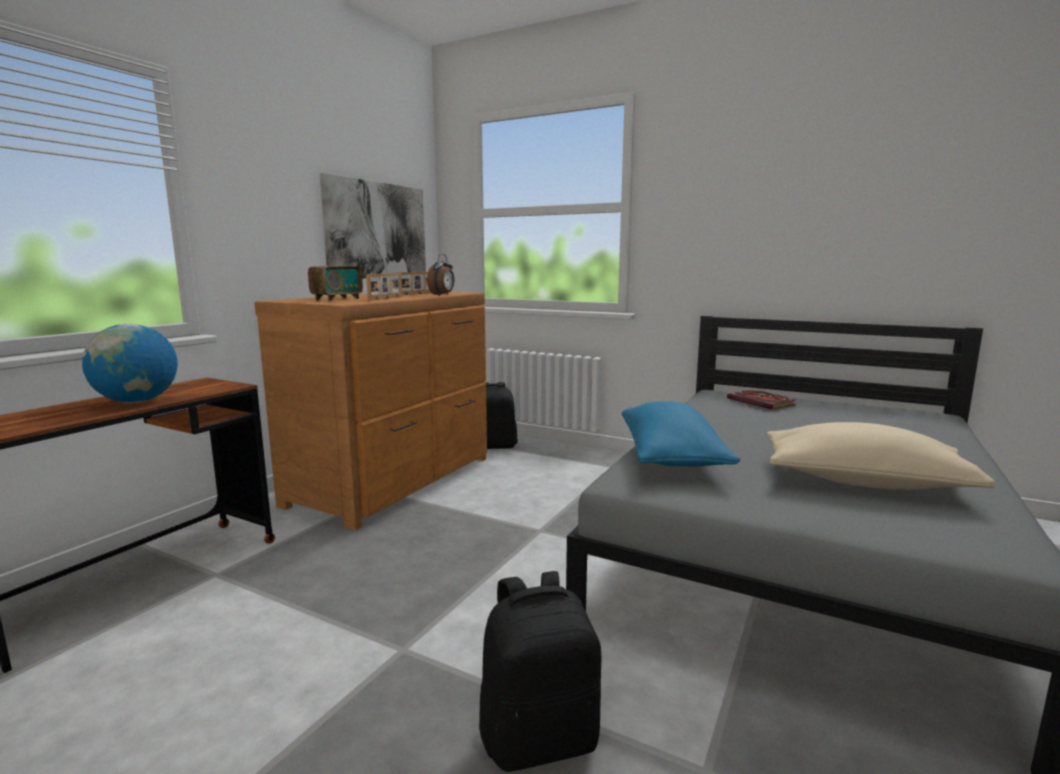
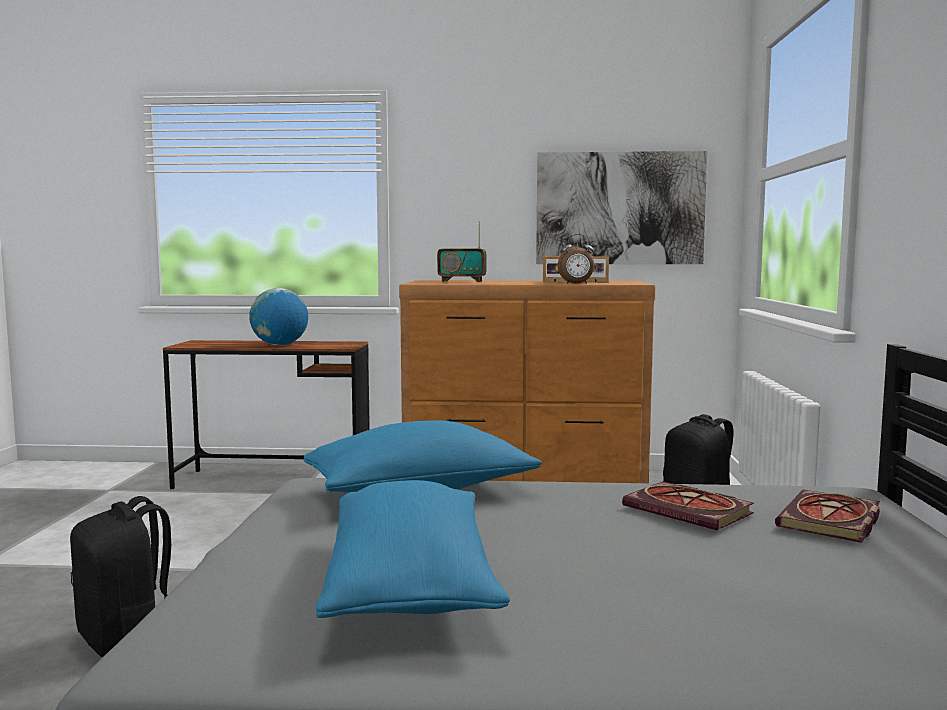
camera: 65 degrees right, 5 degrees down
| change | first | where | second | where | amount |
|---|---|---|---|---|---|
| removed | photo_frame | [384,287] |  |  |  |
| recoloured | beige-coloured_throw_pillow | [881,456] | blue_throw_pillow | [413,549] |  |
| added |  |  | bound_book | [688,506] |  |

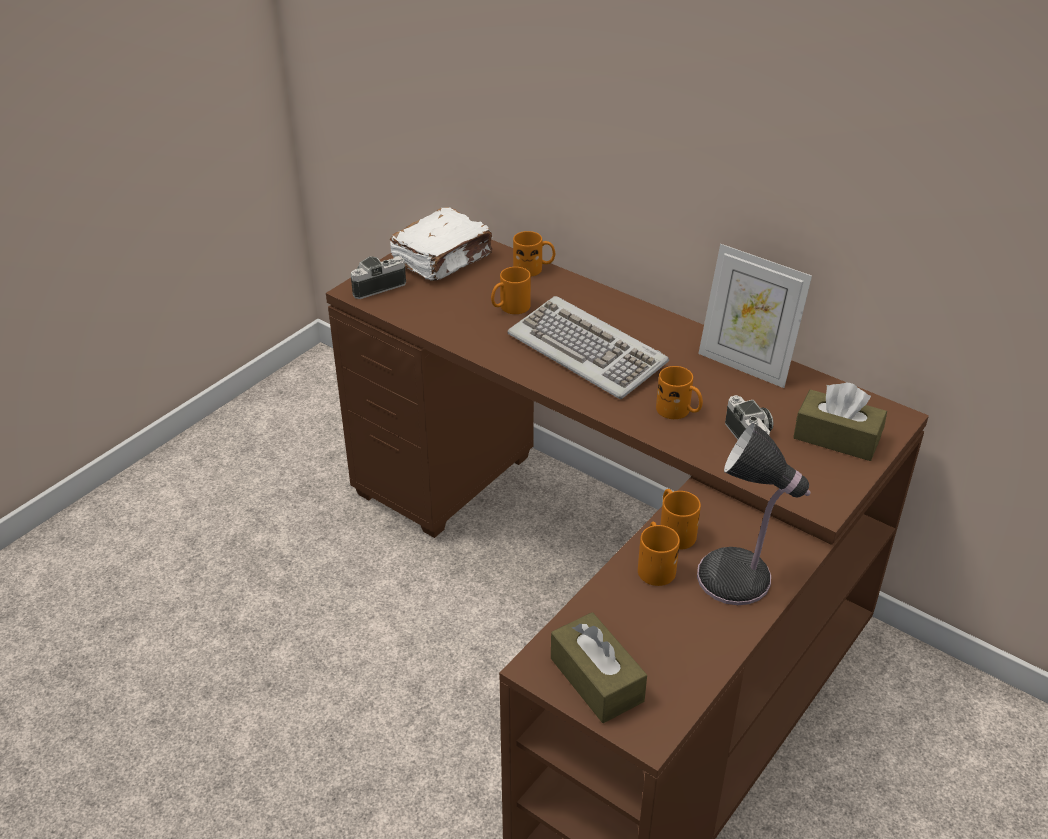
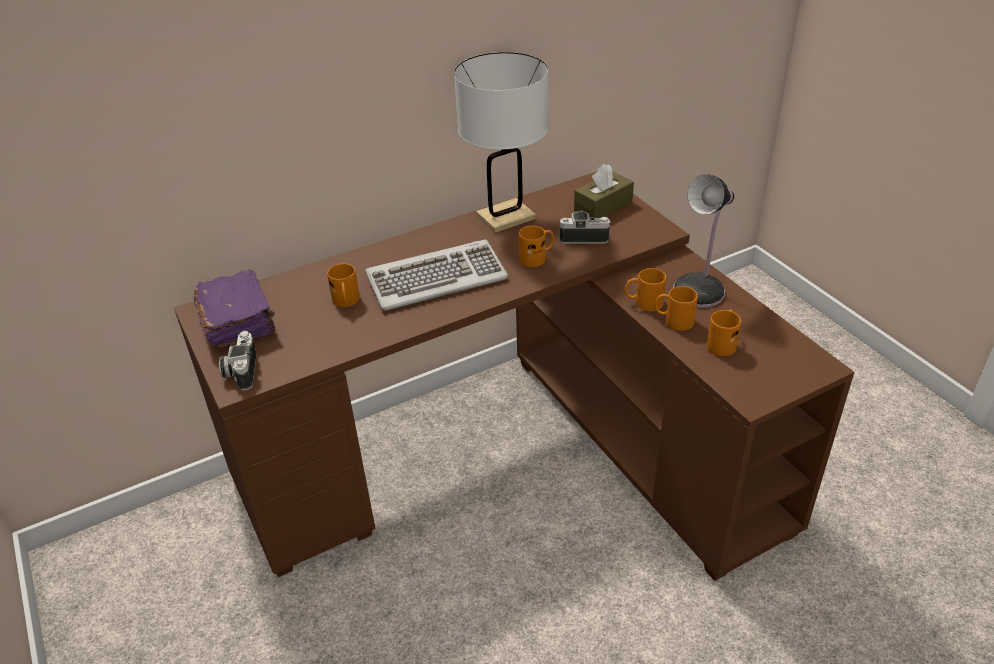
camera: 65 degrees left, 0 degrees up
| change | first | where | second | where | amount |
|---|---|---|---|---|---|
| recoloured | whitish_bound_book | [441,244] | purple-coloured_bound_book | [234,309] |  |
| moved | orange_coffee_mug | [534,254] |  | [724,333] |  |
| removed | brown-coloured_tissue_holder | [599,667] |  |  |  |
| replaced | photo_frame | [755,316] | whitish_tabletop_lamp | [501,142] |  |

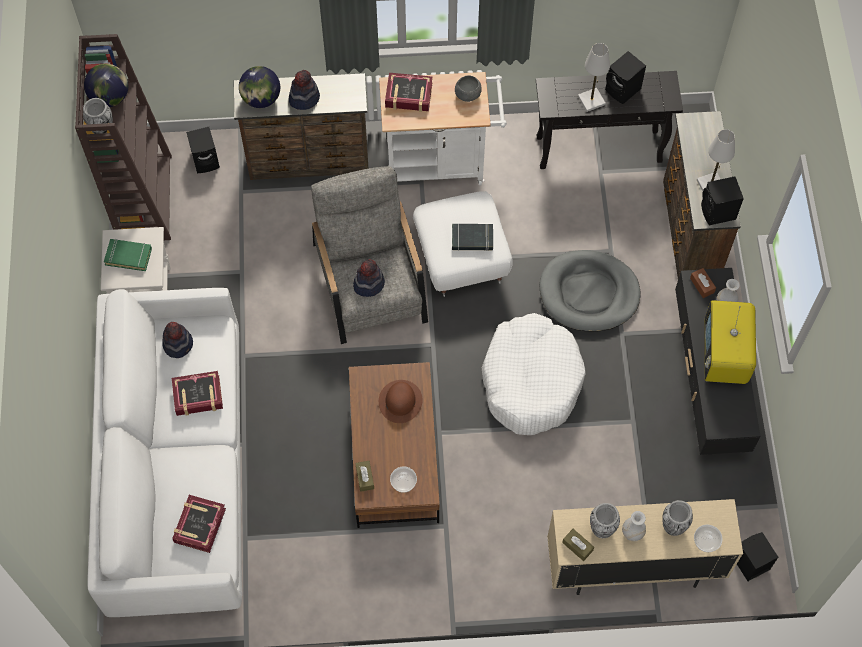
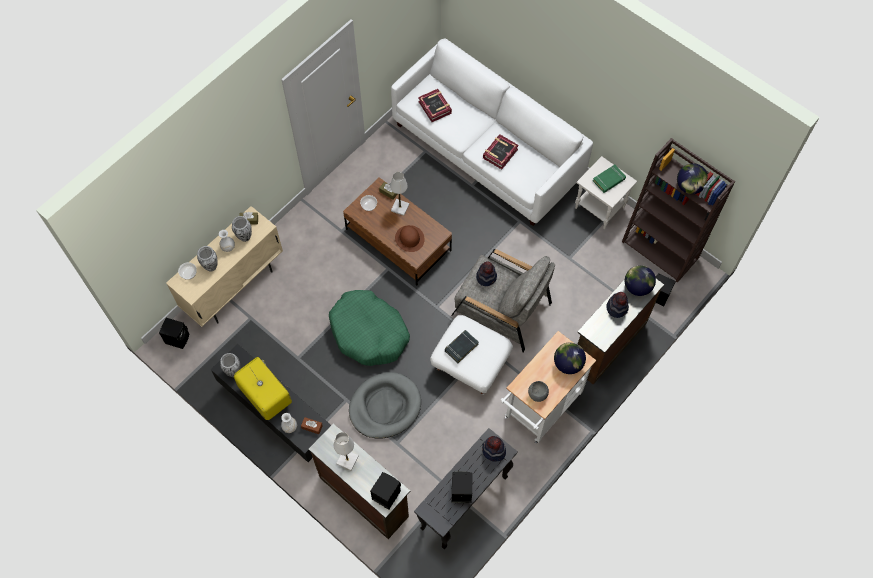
camera: 135 degrees right, 0 degrees up
| change | first | where | second | where | amount |
|---|---|---|---|---|---|
| moved | flower_vase | [98,116] |  | [230,365] |  |
| moved | clothing_hat | [178,340] |  | [494,449] |  |
| replaced | bound_book | [408,92] | world_globe | [570,358] |  |
| recoloured | whitish_pet_bed | [533,374] | green-coloured_pet_bed | [369,328] |  |
| moved | whitish_tabletop_lamp | [594,77] |  | [399,194] |  |
| moved | blackish_loudspeaker | [722,200] |  | [385,491] |  |

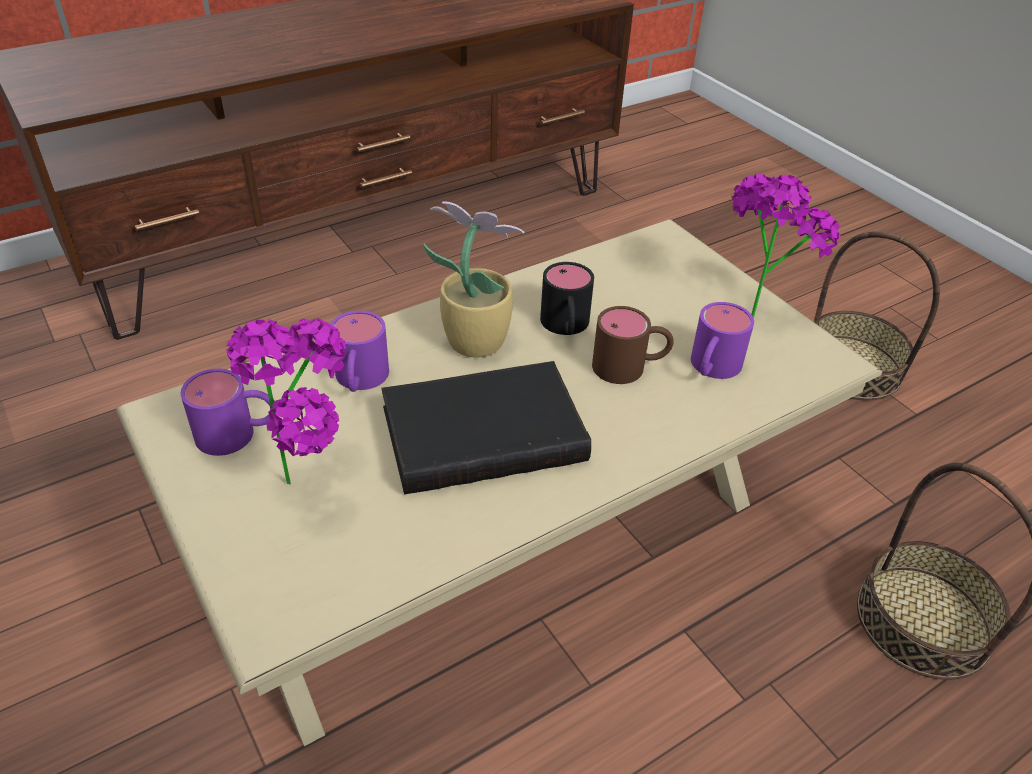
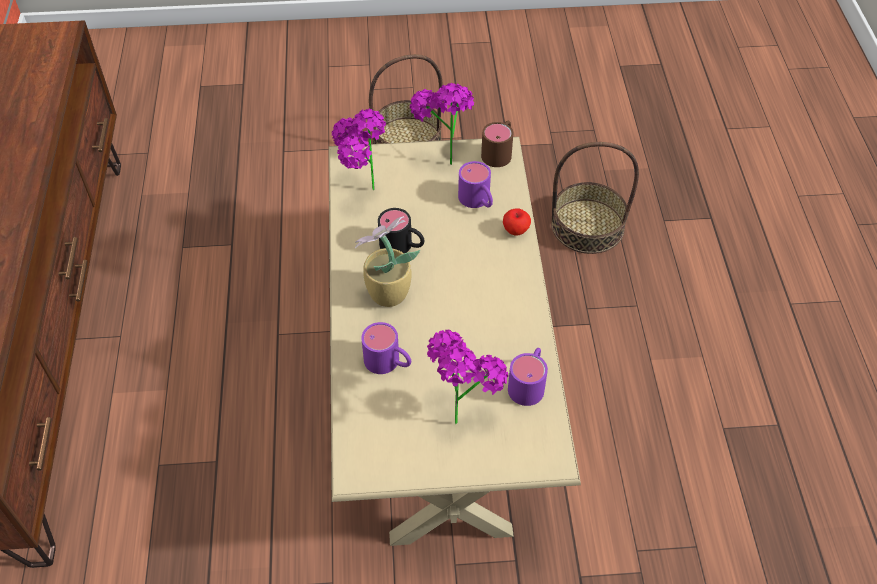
camera: 60 degrees left, 10 degrees up
| change | first | where | second | where | amount |
|---|---|---|---|---|---|
| moved | purple-coloured_coffee_mug | [228,412] |  | [528,377] |  |
| removed | blackish_bound_book | [486,428] |  |  |  |
| moved | brown-coloured_coffee_mug | [632,345] |  | [497,144] |  |
| added |  |  | houseplant | [359,149] |  |
| added |  |  | apple | [517,222] |  |

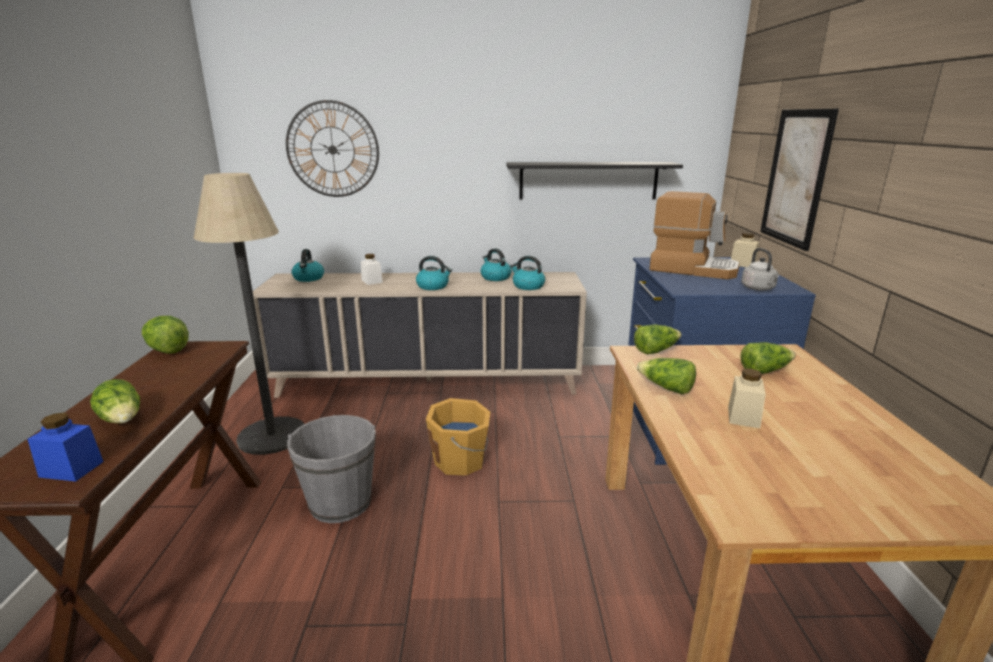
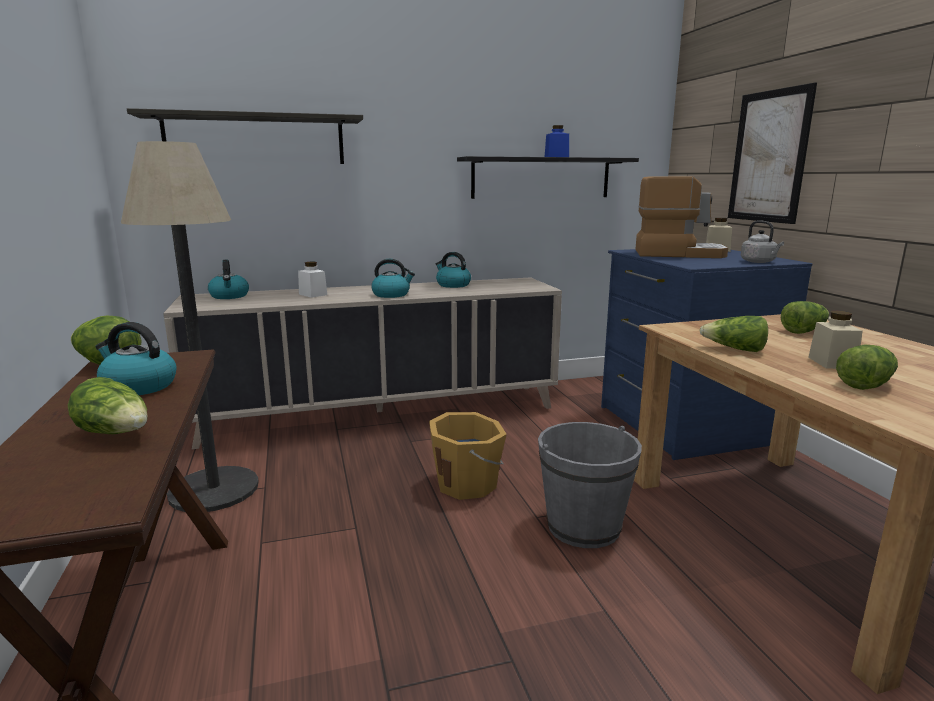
camera: 15 degrees left, 5 degrees down
| change | first | where | second | where | amount |
|---|---|---|---|---|---|
| moved | blue_preserve_jar | [66,447] |  | [557,141] |  |
| replaced | clock_on_the_wall | [332,148] | wall_shelf | [245,136] |  |
| moved | gray_bucket | [331,469] |  | [590,485] |  |
| moved | water_kettle | [527,273] |  | [136,358] |  |
| moved | lettuce_head | [658,339] |  | [867,367] |  |

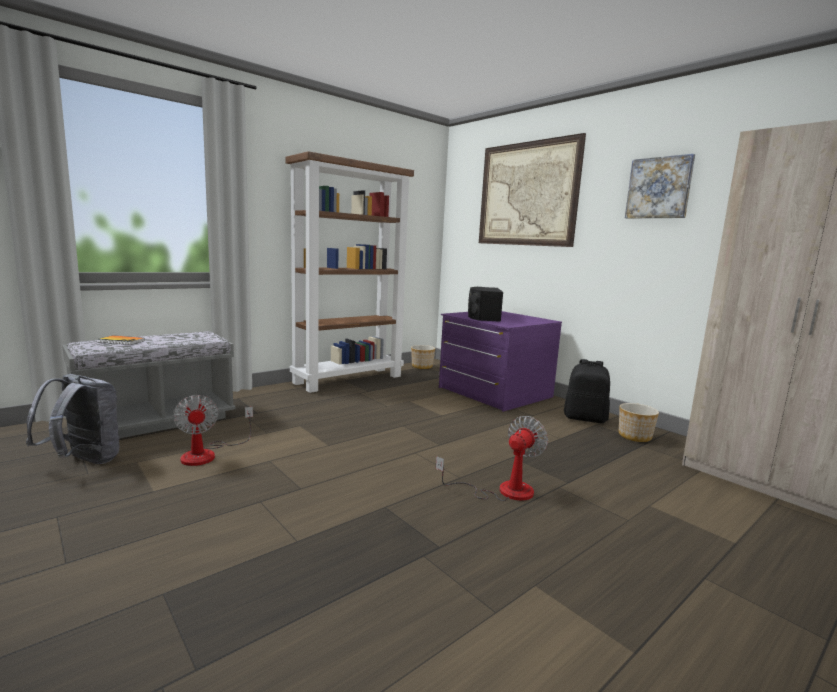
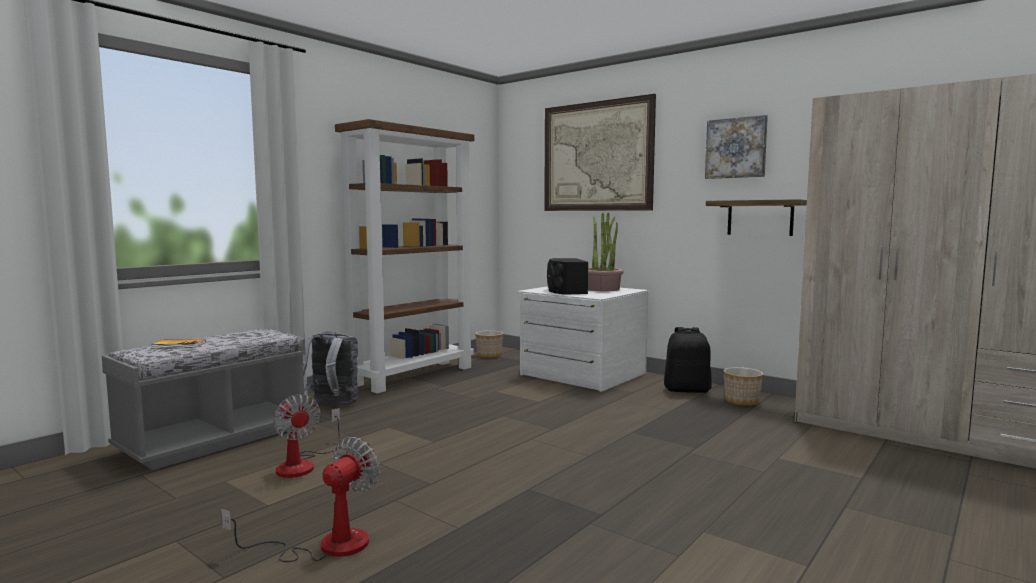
camera: 10 degrees left, 5 degrees down
| change | first | where | second | where | amount |
|---|---|---|---|---|---|
| moved | gray_backpack | [73,419] |  | [330,369] |  |
| moved | electric_fan | [492,458] |  | [300,499] |  |
| recoloured | purple-coloured_chest_of_drawers | [500,361] | whitish_chest_of_drawers | [583,339] |  |
| added |  |  | houseplant | [606,251] |  |
| added |  |  | wall_shelf | [756,217] |  |

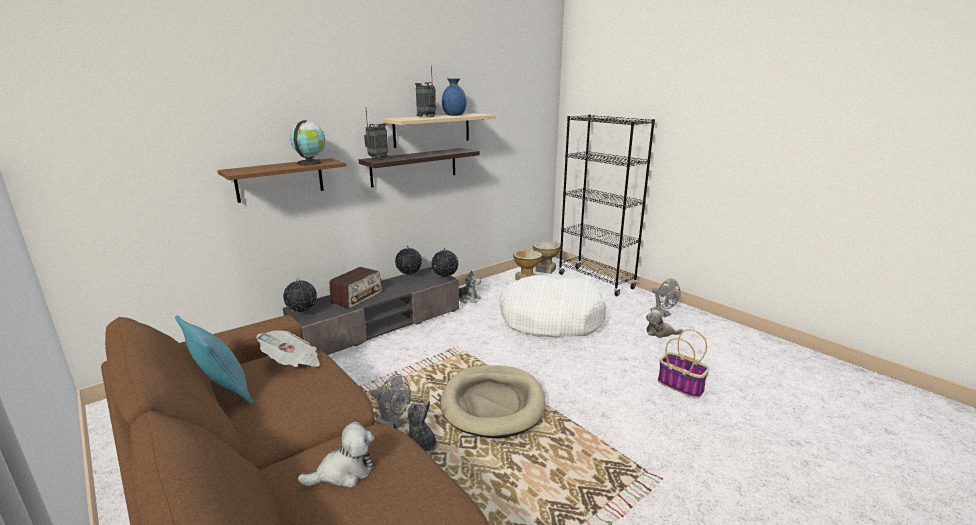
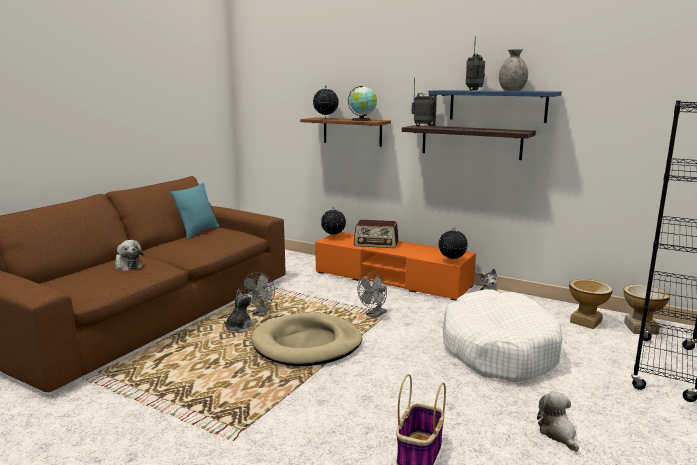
camera: 70 degrees right, 5 degrees down
| change | first | where | second | where | amount |
|---|---|---|---|---|---|
| removed | printed_paper | [288,348] |  |  |  |
| recoloured | gray_tv_unit | [371,311] | orange_tv_unit | [395,266] |  |
| recoloured | beige-coloured_wall_shelf | [439,130] | blue_wall_shelf | [495,106] |  |
| moved | world_globe | [408,261] |  | [326,102] |  |
| recoloured | blue_flower_vase | [454,97] | gray_flower_vase | [513,70] |  |
| moved | gray_electric_fan | [665,298] |  | [372,295] |  |

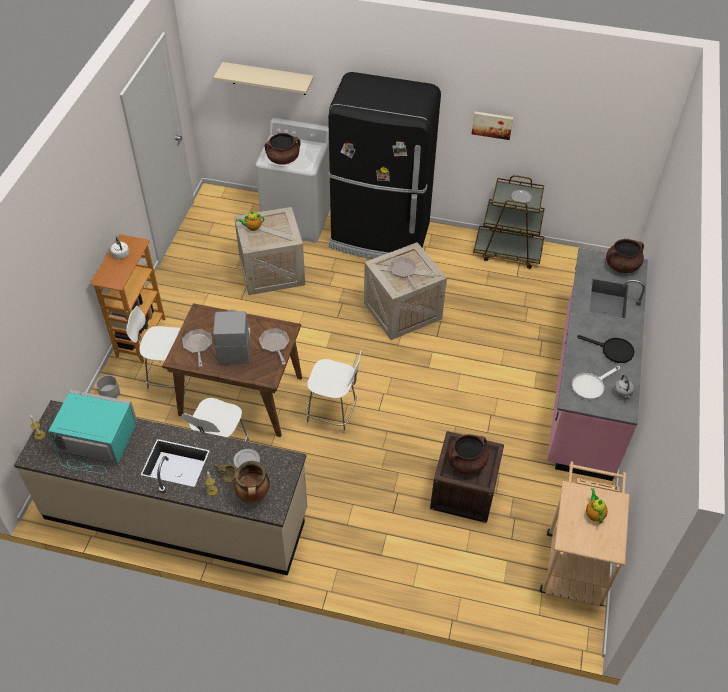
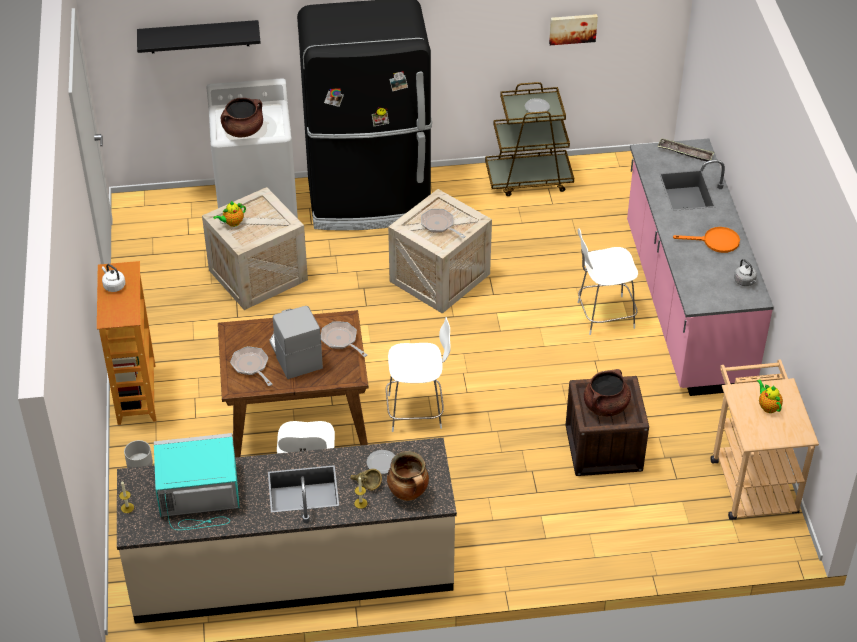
camera: 20 degrees left, 5 degrees down
| change | first | where | second | where | amount |
|---|---|---|---|---|---|
| moved | whitish_stool | [158,351] |  | [607,282] |  |
| recoloured | beige-coloured_wall_shelf | [263,78] | blackish_wall_shelf | [199,36] |  |
| moved | wall_picture | [492,125] |  | [573,29] |  |
| removed | whitish_pan | [596,383] |  |  |  |
| recoloured | blackish_pan | [606,349] | orange_pan | [706,240] |  |
| replaced | brown-coloured_saucepot | [625,256] | serving_tray | [685,150] |  |

